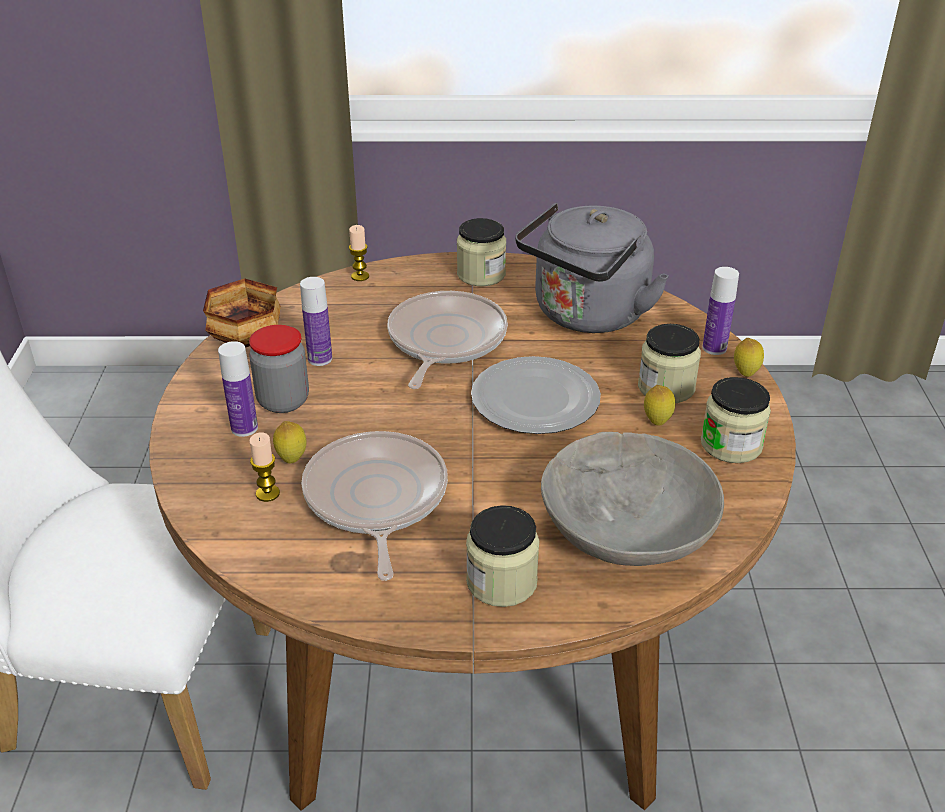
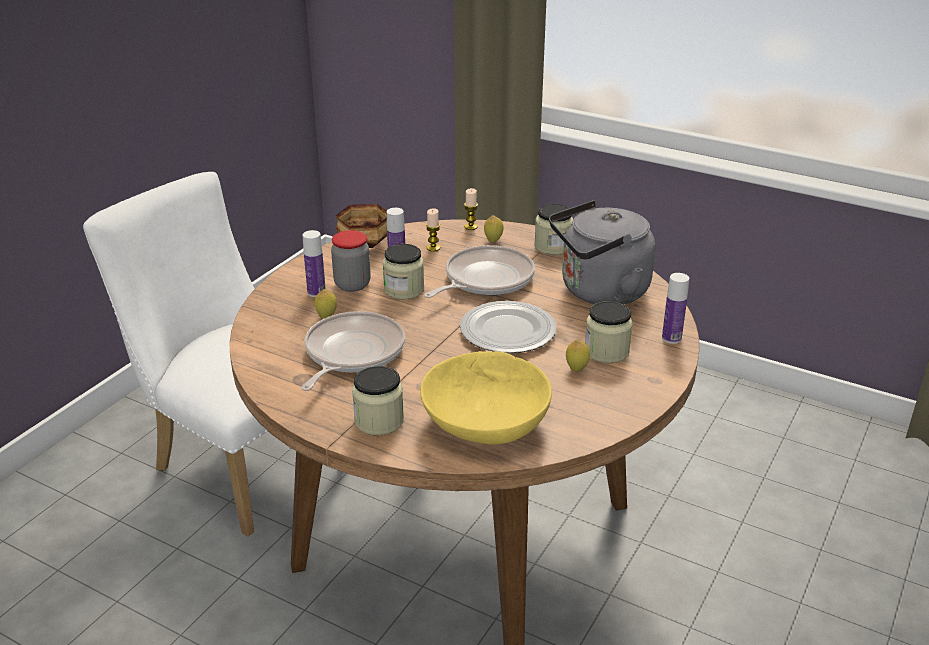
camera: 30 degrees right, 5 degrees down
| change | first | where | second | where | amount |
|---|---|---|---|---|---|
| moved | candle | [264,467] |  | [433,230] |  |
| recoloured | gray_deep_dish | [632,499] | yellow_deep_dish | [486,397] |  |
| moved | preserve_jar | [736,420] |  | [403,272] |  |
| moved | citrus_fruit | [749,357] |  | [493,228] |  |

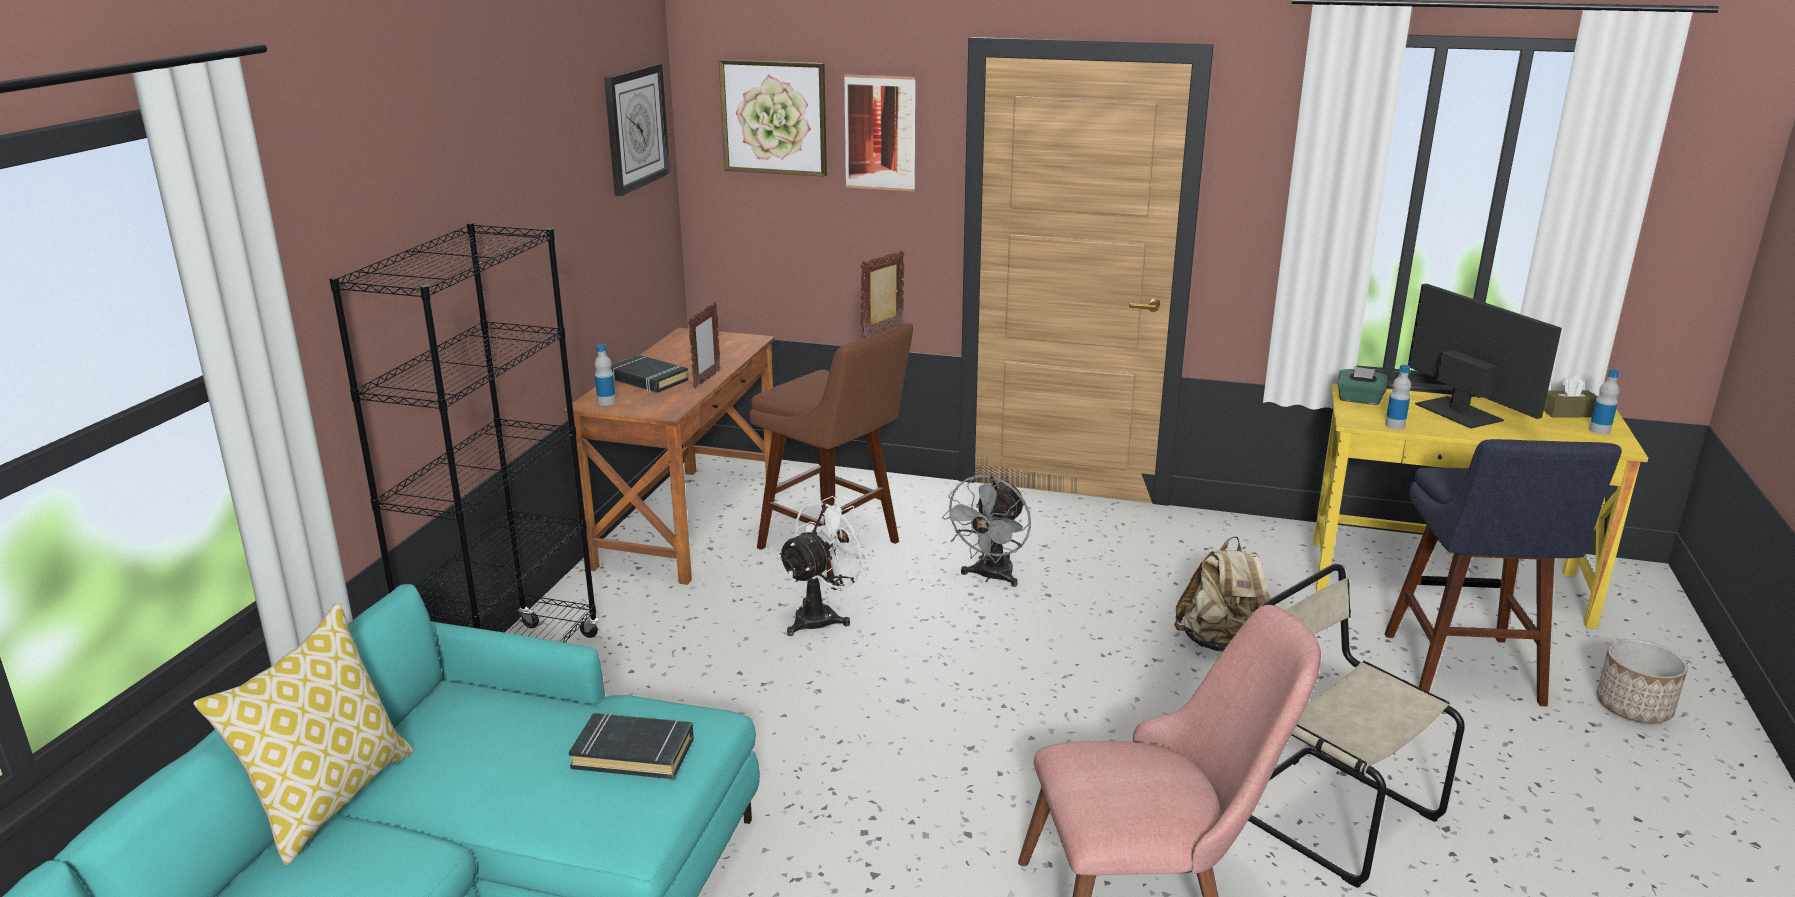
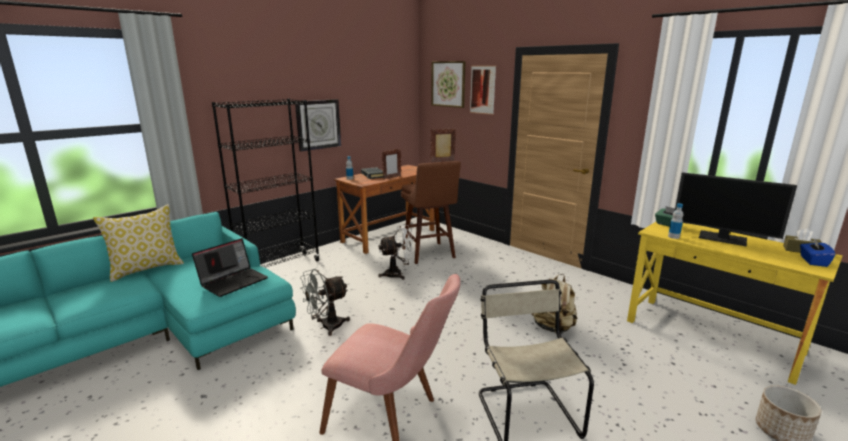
camera: 30 degrees right, 5 degrees down
| change | first | where | second | where | amount |
|---|---|---|---|---|---|
| replaced | blackish_bound_book | [631,745] | laptop | [230,267] |  |
| moved | clock_on_the_wall | [637,130] |  | [318,125] |  |
| moved | gray_electric_fan | [986,531] |  | [325,302] |  |
| removed | blue_stool | [1503,572] |  |  |  |
| turned | computer_screen | [1485,356] |  | [736,209] | 120 degrees clockwise |
| replaced | drink_bottle | [1604,402] | blue_tissue_holder | [817,252] |  |

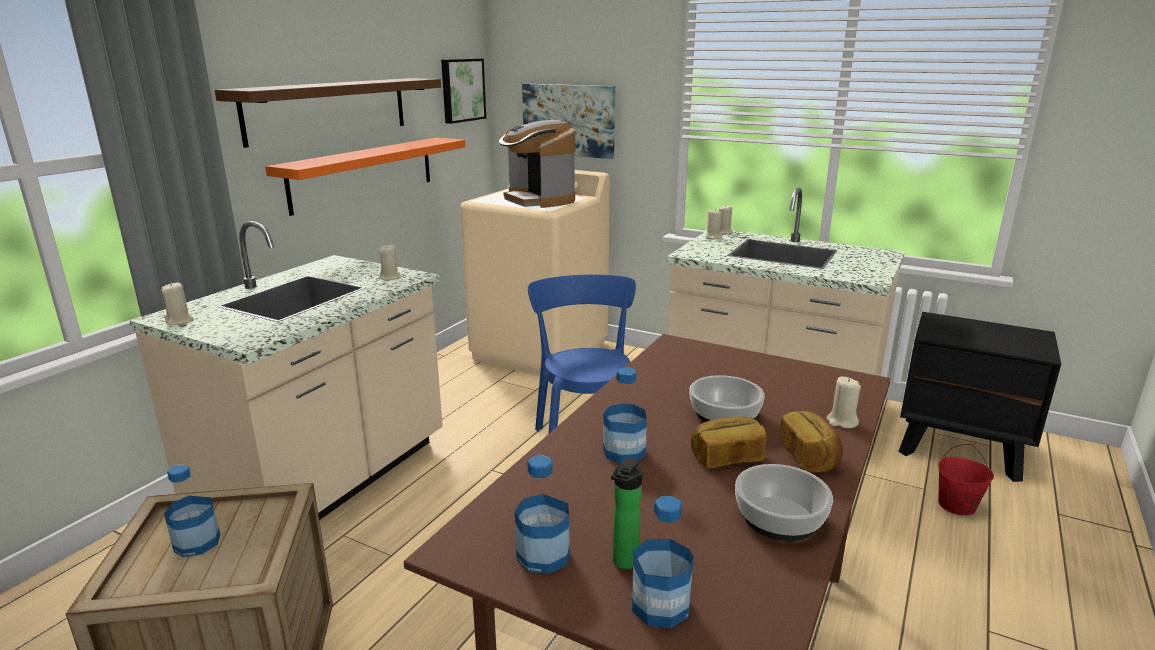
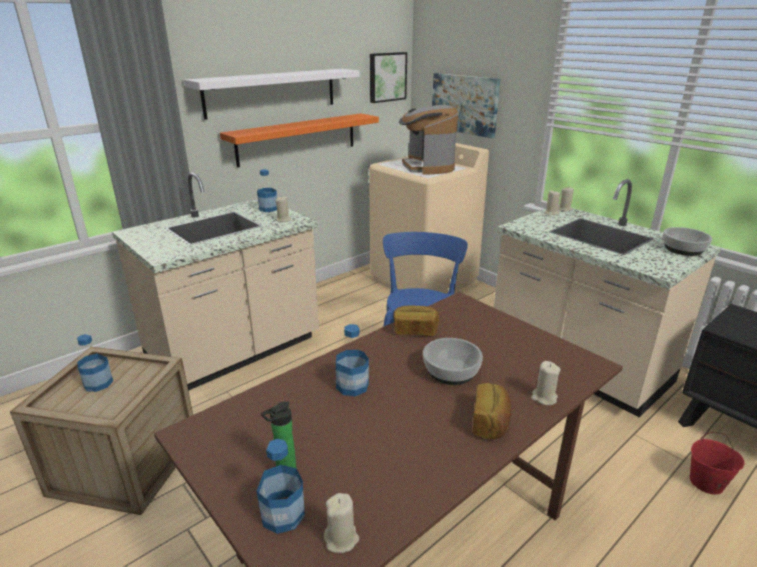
camera: 20 degrees right, 5 degrees up
| change | first | where | second | where | amount |
|---|---|---|---|---|---|
| moved | beige-coloured_candle | [177,303] |  | [341,523] |  |
| recoloured | brown-coloured_wall_shelf | [328,113] | whitish_wall_shelf | [272,94] |  |
| moved | drink_bottle | [542,514] |  | [267,190] |  |
| moved | bread | [728,442] |  | [416,321] |  |
| moved | deep_dish | [784,502] |  | [687,241] |  |

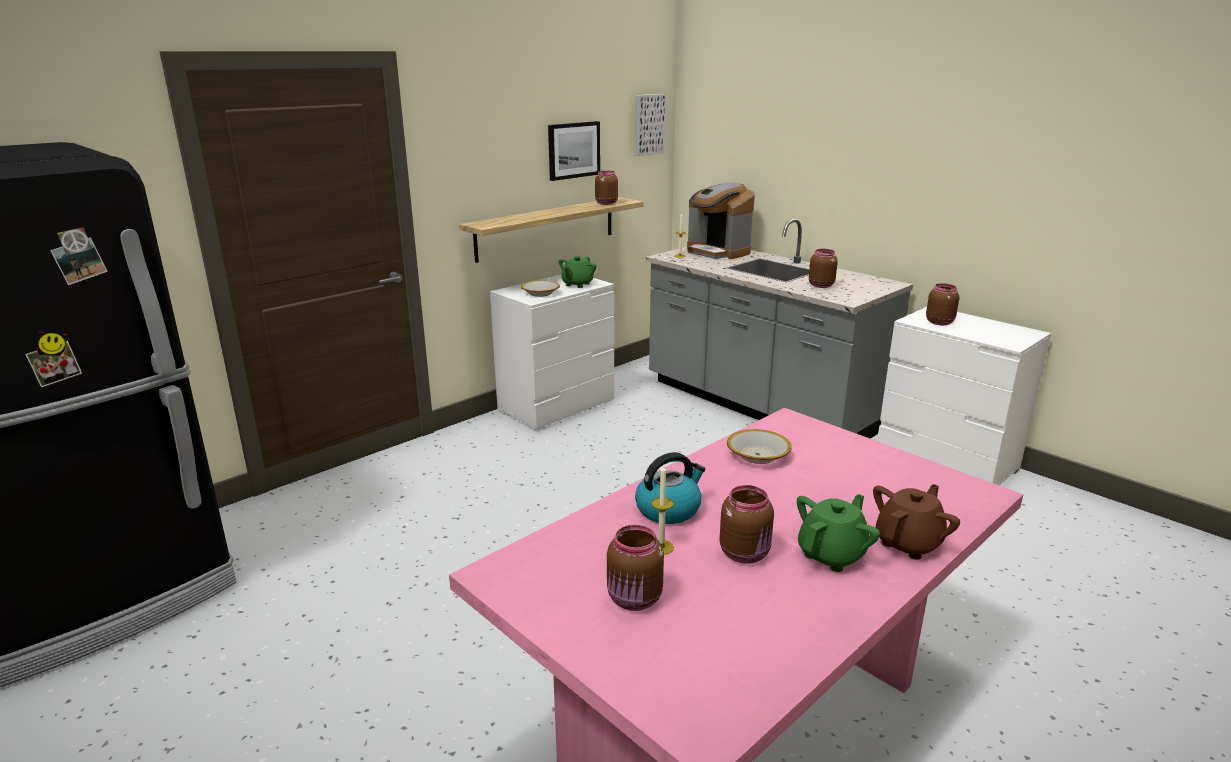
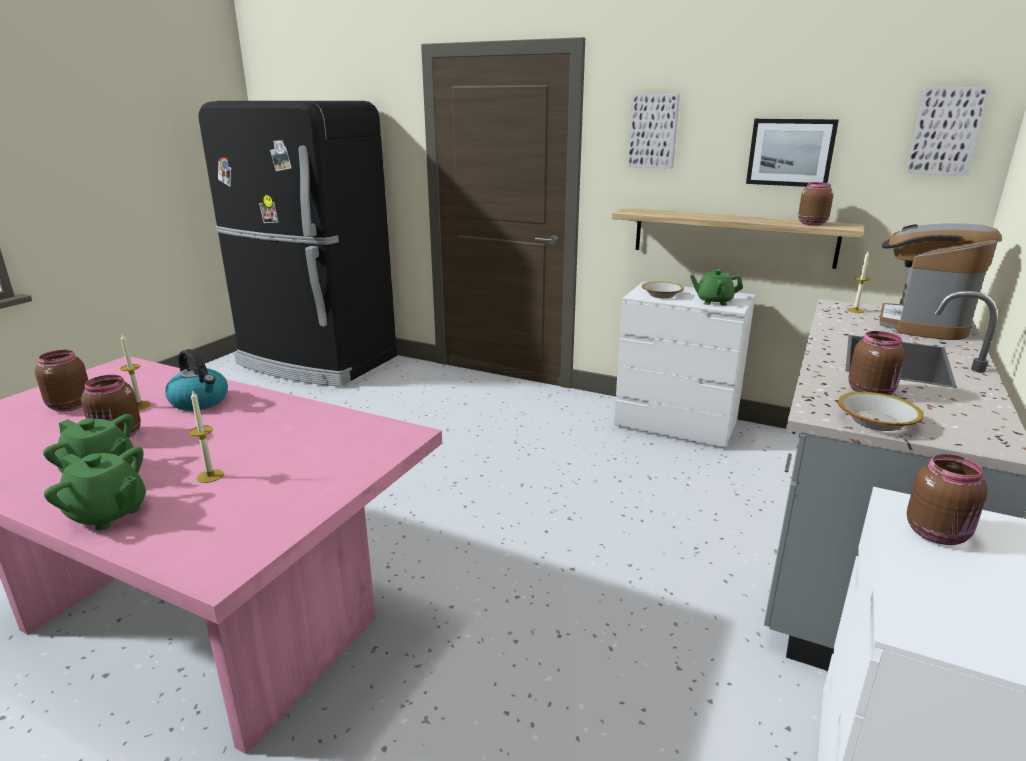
camera: 70 degrees right, 0 degrees up
| change | first | where | second | where | amount |
|---|---|---|---|---|---|
| moved | deep_dish | [759,446] |  | [881,411] |  |
| recoloured | brown-coloured_tea_pot | [916,522] | green-coloured_tea_pot | [95,489] |  |
| added |  |  | candle | [206,437] |  |
| added |  |  | wall_picture | [654,131] |  |

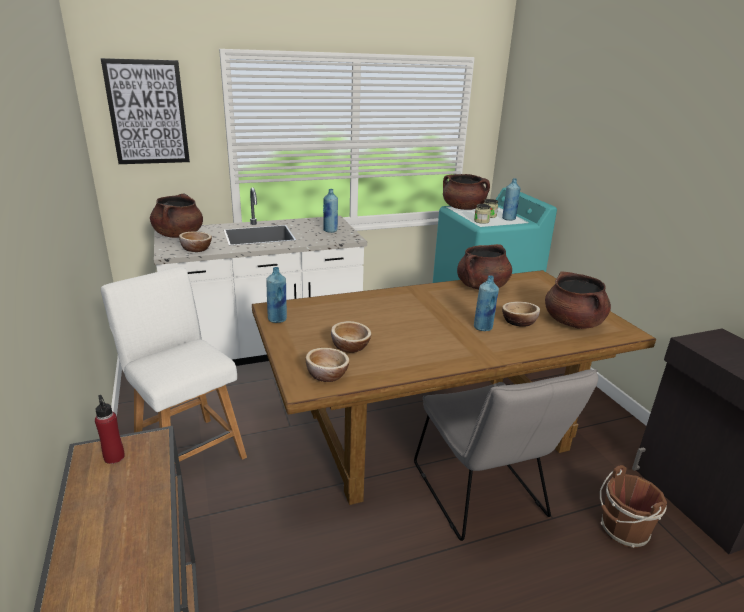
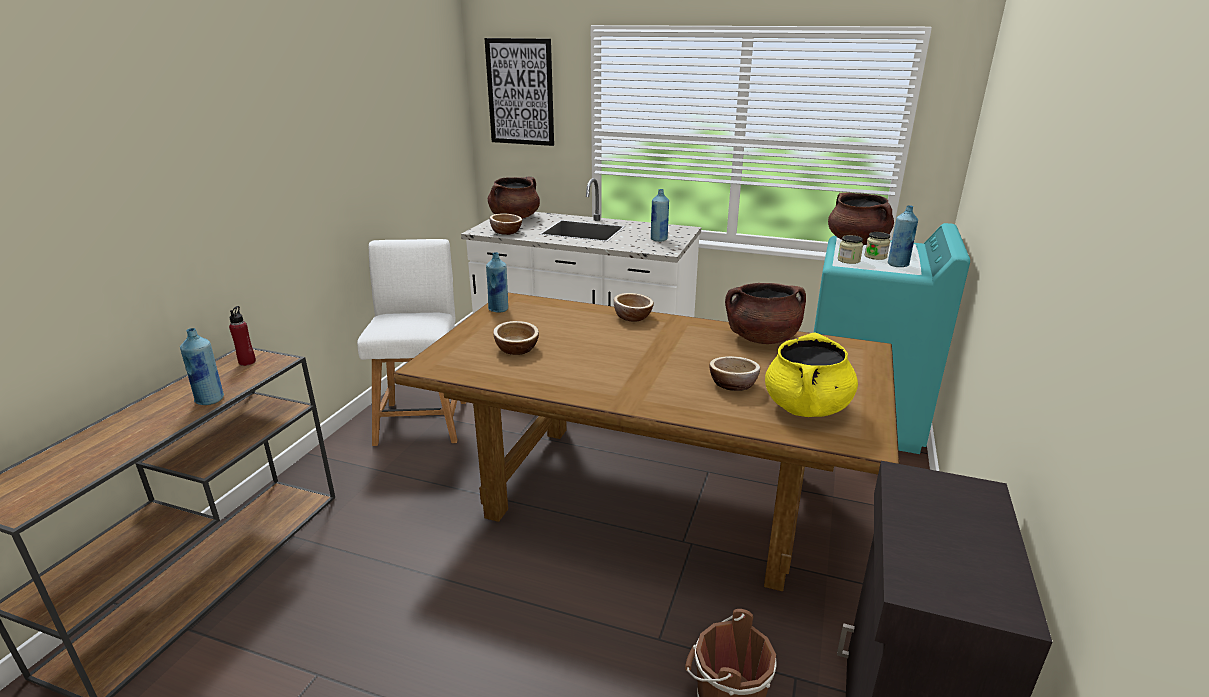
camera: 40 degrees right, 0 degrees up
| change | first | where | second | where | amount |
|---|---|---|---|---|---|
| moved | deep_dish | [328,365] |  | [634,307] |  |
| removed | gray_plain_chair | [506,455] |  |  |  |
| moved | blue_drink_bottle | [486,303] |  | [202,366] |  |
| recoloured | brown-coloured_saucepot | [578,300] | yellow_saucepot | [811,375] |  |

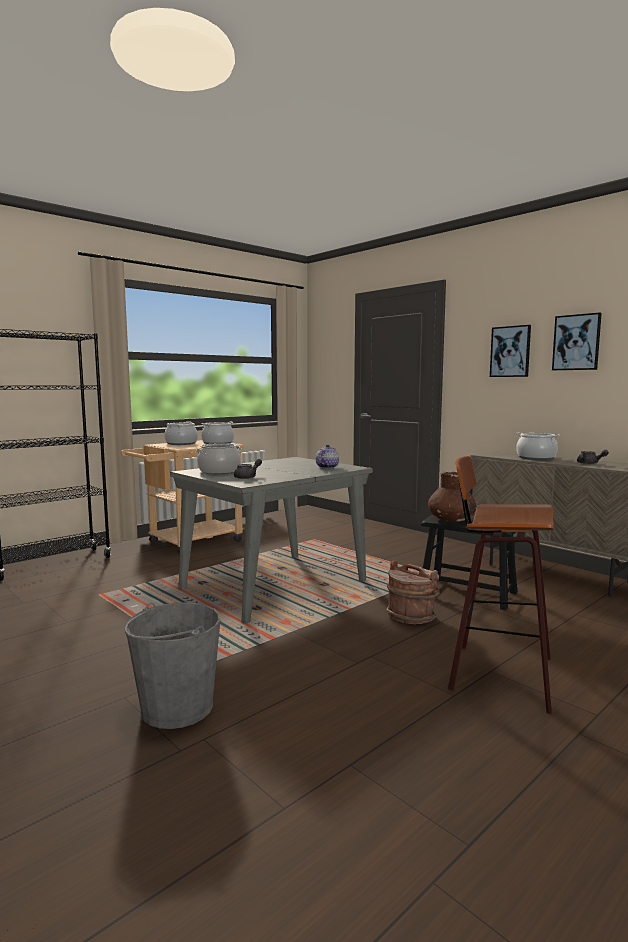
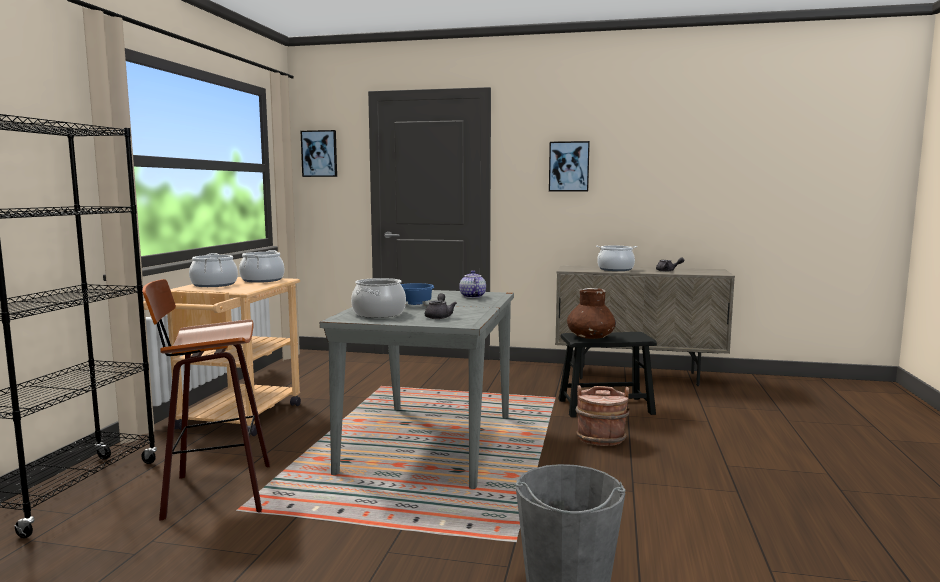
camera: 35 degrees left, 0 degrees up
| change | first | where | second | where | amount |
|---|---|---|---|---|---|
| moved | stool | [501,585] |  | [206,400] |  |
| moved | wall_picture | [577,341] |  | [319,153] |  |
| added |  |  | blue_deep_dish | [417,294] |  |

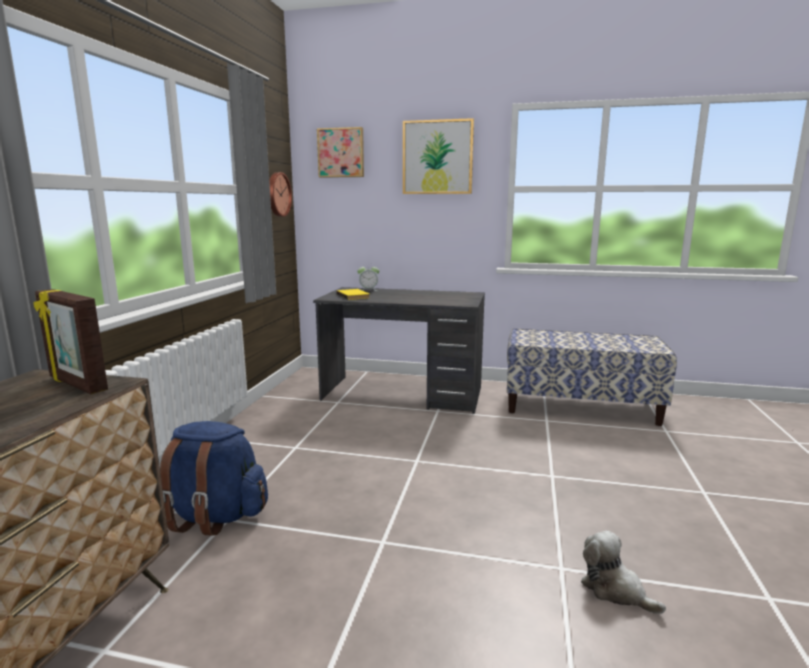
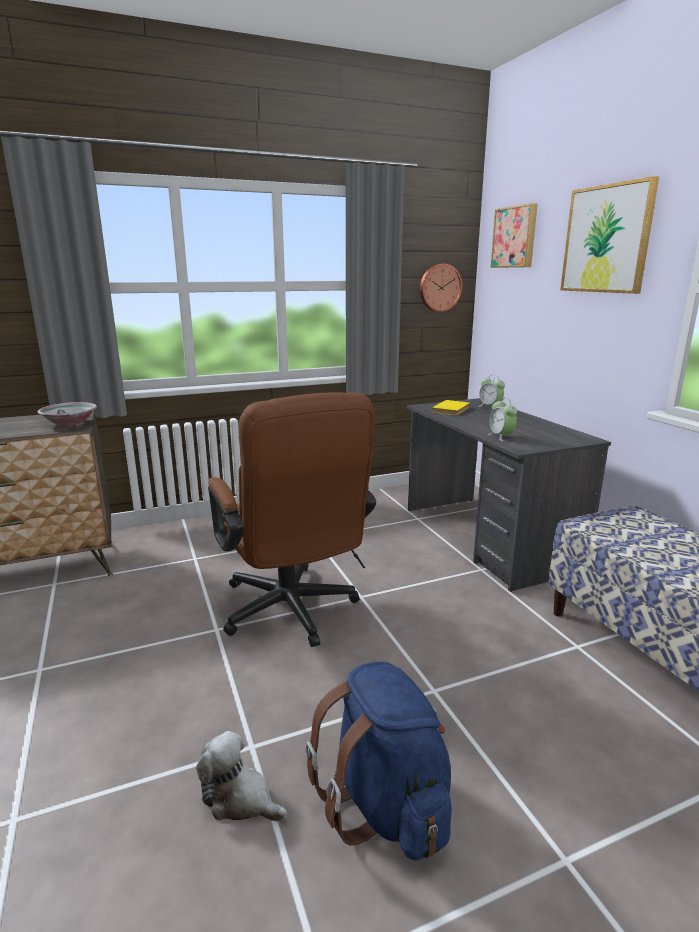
camera: 55 degrees right, 5 degrees up
| change | first | where | second | where | amount |
|---|---|---|---|---|---|
| replaced | photo_frame | [70,341] | deep_dish | [67,414] |  |
| moved | blue_backpack | [214,478] |  | [378,760] |  |
| turned | soft_toy | [623,572] |  | [241,776] | 75 degrees counterclockwise |
| added |  |  | brown-coloured_office_chair | [292,519] |  |
| added |  |  | alarm_clock | [502,419] |  |

